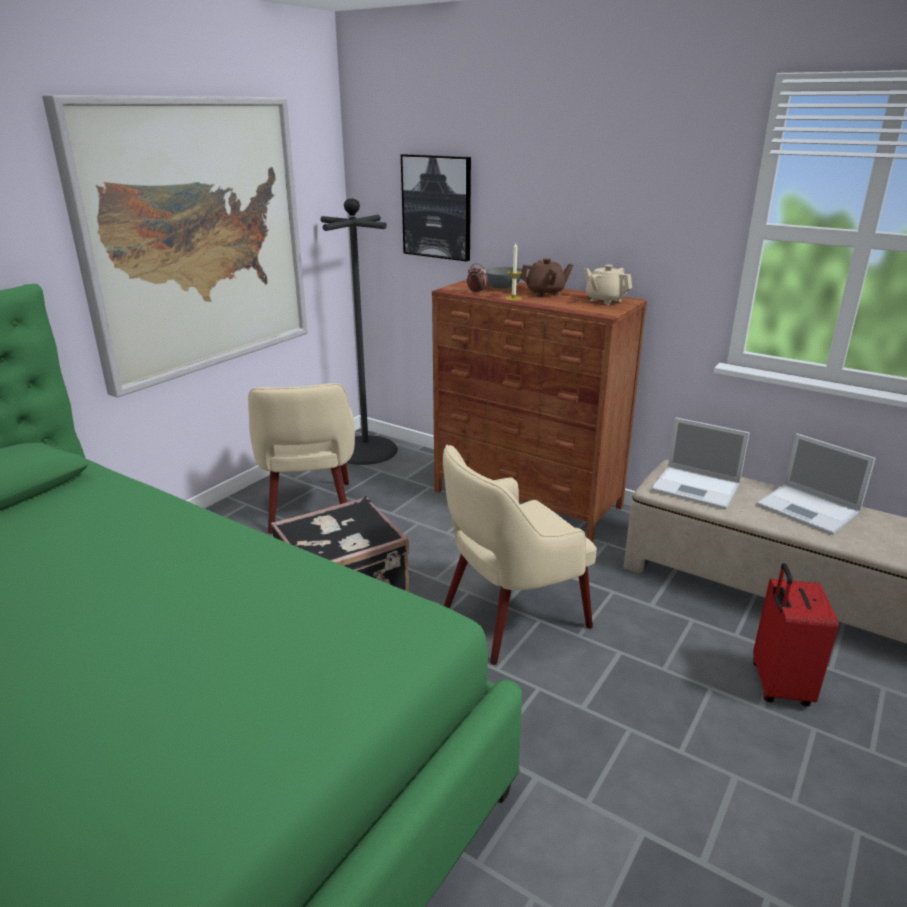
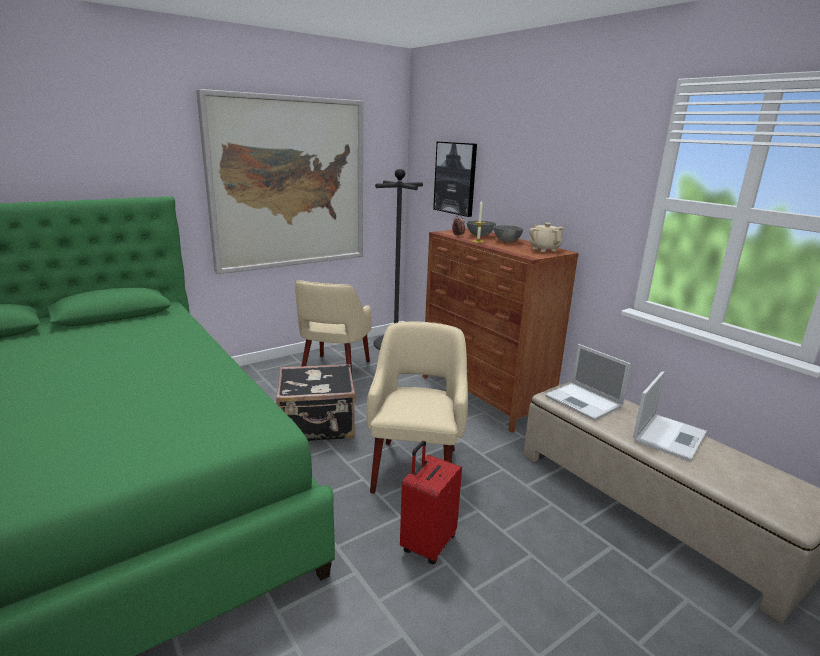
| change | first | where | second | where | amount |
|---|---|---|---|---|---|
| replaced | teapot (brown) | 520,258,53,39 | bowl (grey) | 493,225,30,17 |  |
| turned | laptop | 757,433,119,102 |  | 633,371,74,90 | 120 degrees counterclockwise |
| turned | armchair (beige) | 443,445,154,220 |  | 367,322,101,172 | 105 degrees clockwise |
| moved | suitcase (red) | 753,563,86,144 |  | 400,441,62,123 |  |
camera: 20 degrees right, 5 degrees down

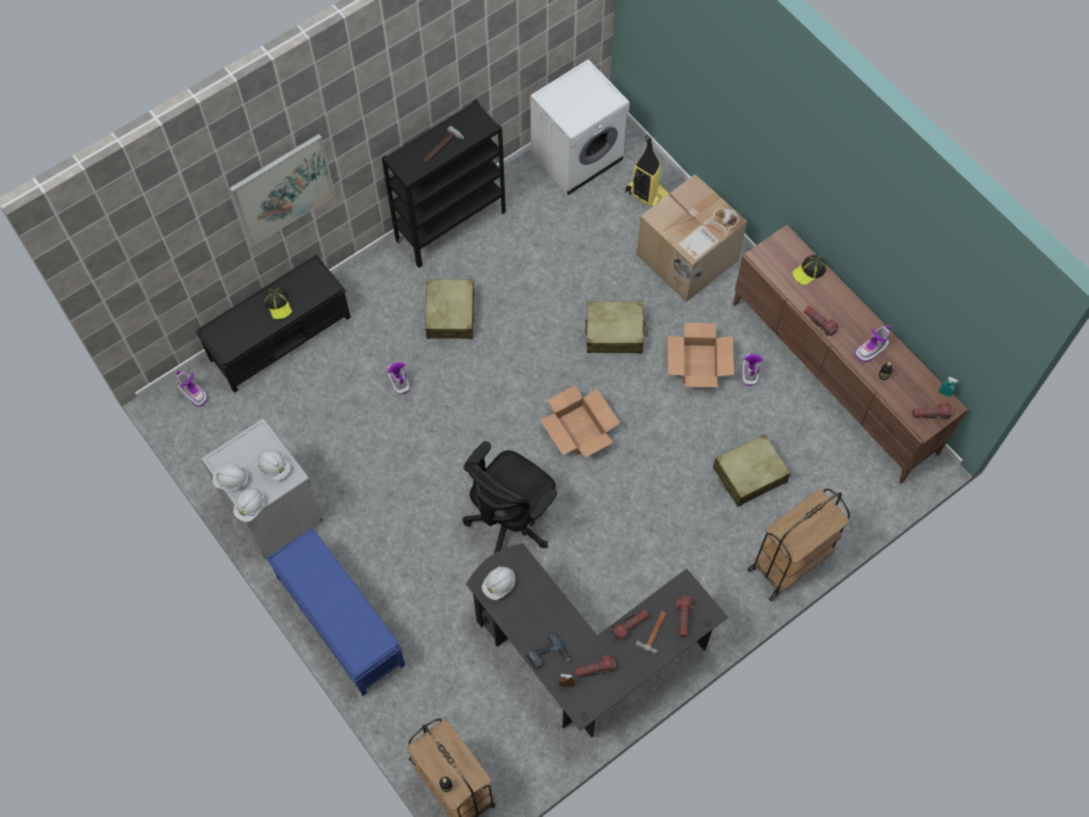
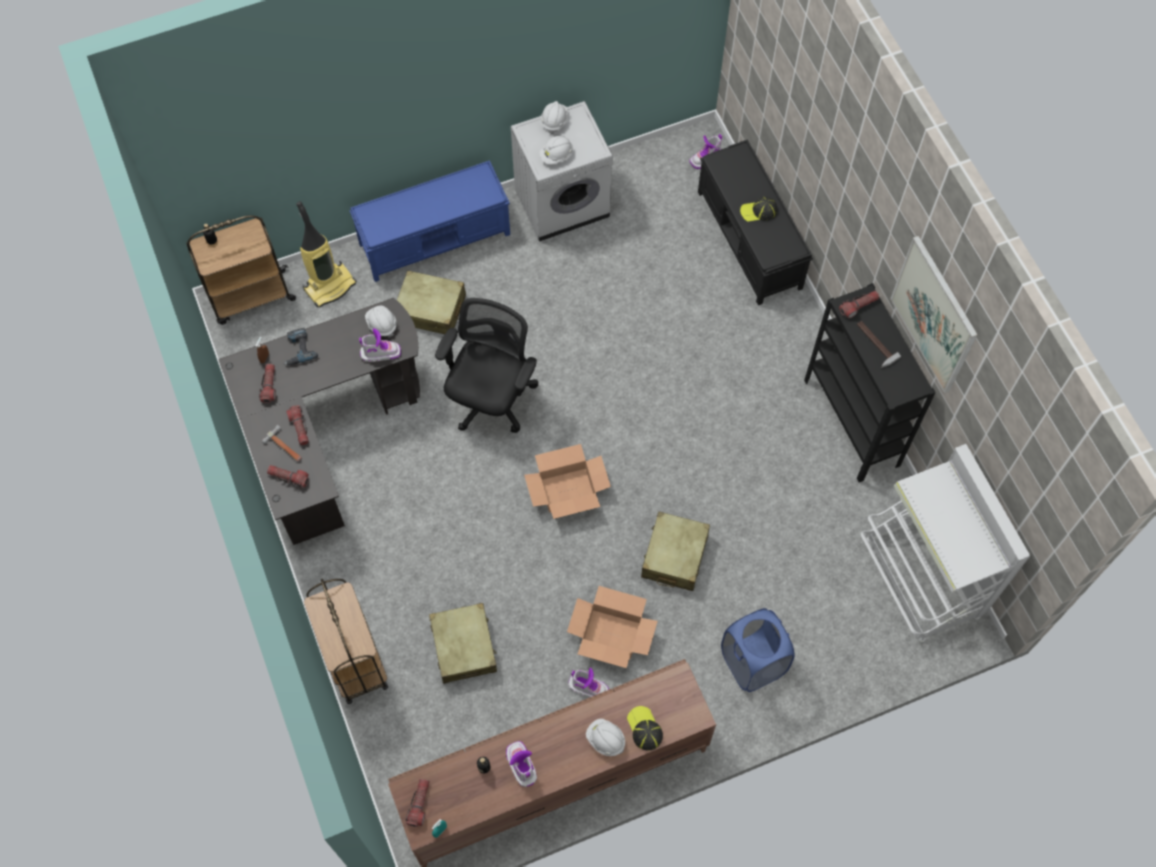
| change | first | where | second | where | amount |
|---|---|---|---|---|---|
| replaced | washing machine (white) | 530,59,100,136 | shoe rack (white) | 861,444,169,198 |  |
| moved | picture | 229,134,106,113 |  | 890,236,88,157 |  |
| moved | vacuum cleaner | 626,135,44,71 |  | 296,201,61,107 |  |
| replaced | cardboard box | 636,174,111,128 | laundry basket (blue) | 721,608,74,84 |  |
| moved | suitcase (beige) | 425,279,50,60 |  | 397,270,69,64 |  |
| moved | flashlight | 804,306,34,30 |  | 839,291,40,27 |  |
| moved | boot | 387,362,23,33 |  | 359,328,42,34 |  |
| turned | office chair (black) | 463,441,94,113 |  | 435,298,103,135 | 60 degrees clockwise |
| moved | hard hat (white) | 233,488,32,34 |  | 586,719,39,37 |  |
camera: 105 degrees right, 0 degrees up

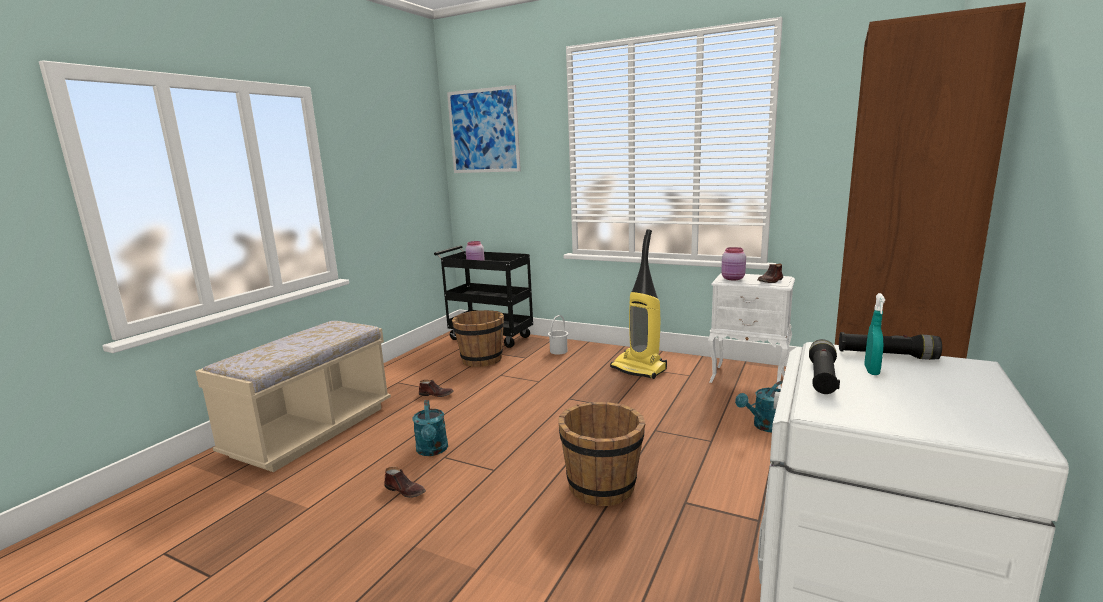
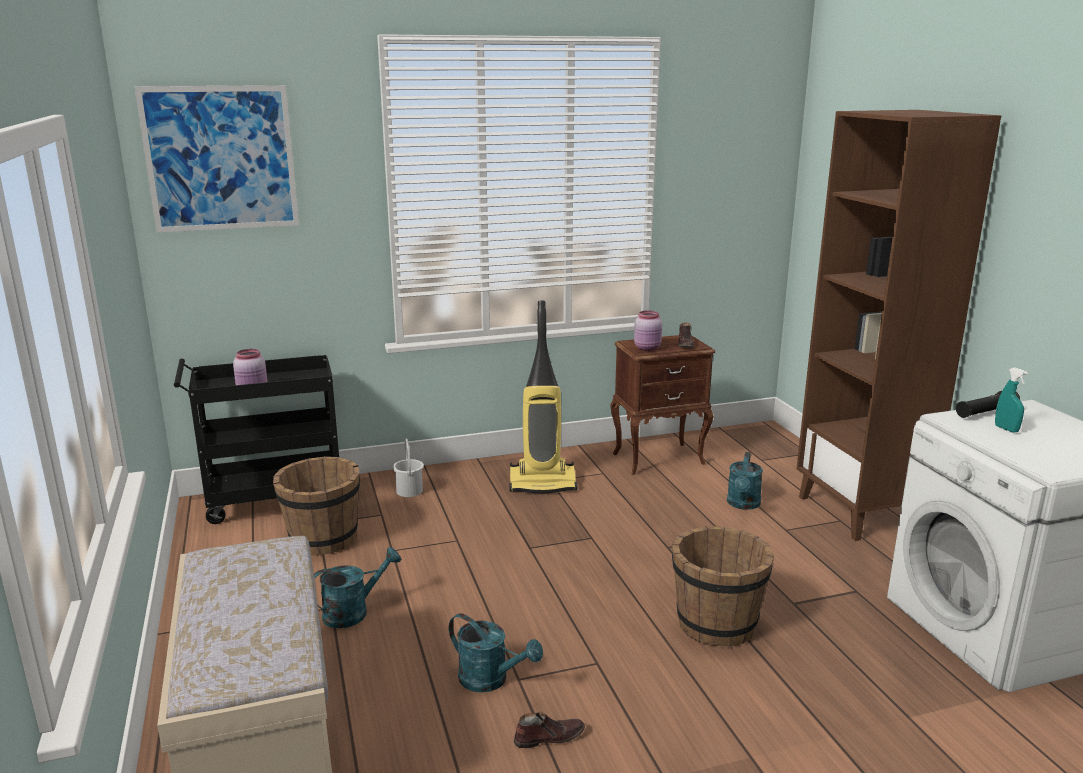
| change | first | where | second | where | amount |
|---|---|---|---|---|---|
| recoloured | nightstand (white) | 708,273,87,116 | nightstand (brown) | 610,335,105,140 |  |
| removed | flashlight (black) | 809,339,31,55 |  |  |  |
| replaced | shoe (brown) | 419,380,35,17 | watering can (turquoise) | 314,547,87,81 |  |
camera: 45 degrees left, 5 degrees up

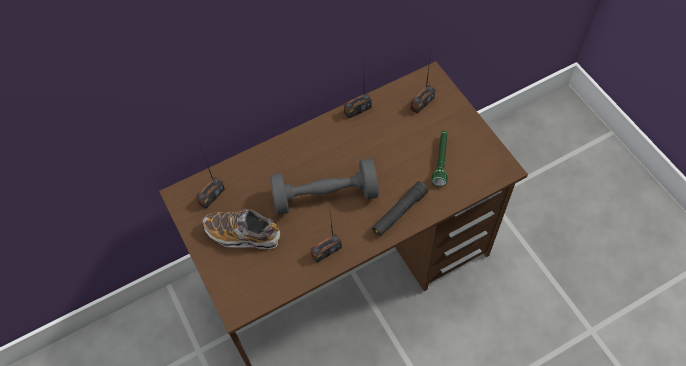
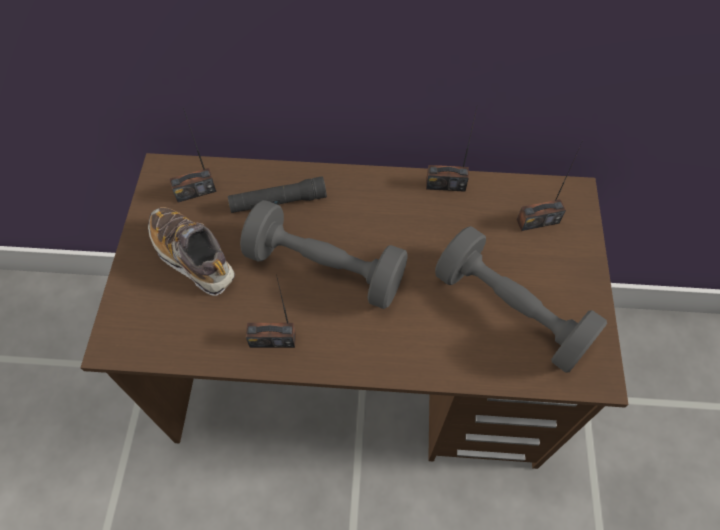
| change | first | where | second | where | amount |
|---|---|---|---|---|---|
| replaced | flashlight (green) | 432,131,16,55 | dumbbell (grey) | 435,226,172,147 |  |
| moved | flashlight (black) | 372,181,56,55 |  | 228,176,99,37 |  |
camera: 30 degrees right, 0 degrees up

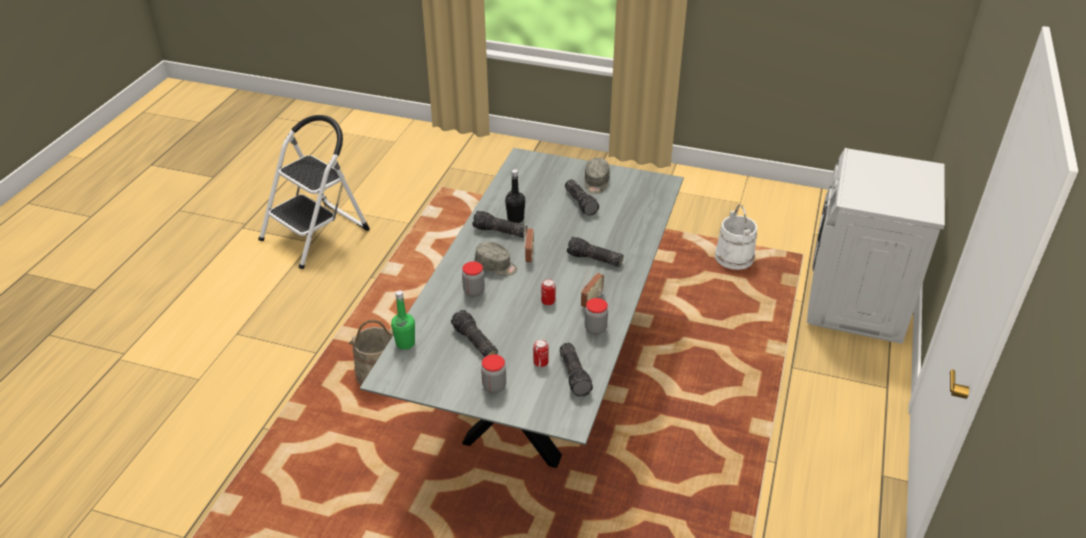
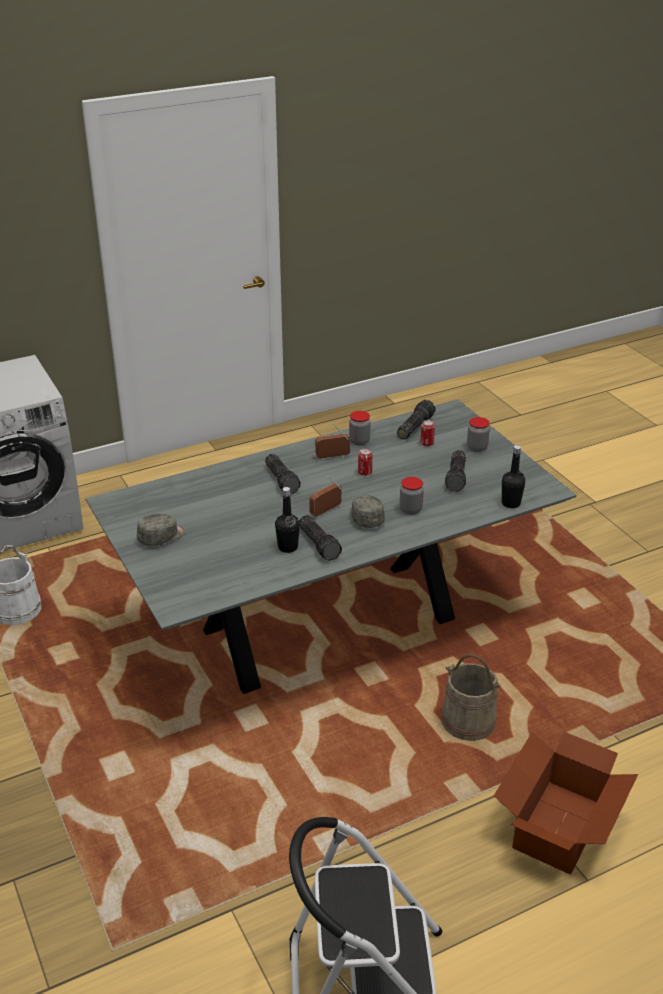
| change | first | where | second | where | amount |
|---|---|---|---|---|---|
| removed | flashlight | 565,179,34,37 |  |  |  |
| recoloured | bottle (green) | 391,290,24,60 | bottle (black) | 502,445,23,63 |  |
| added |  |  | cardboard box | 494,732,144,142 |  |
camera: 135 degrees left, 5 degrees down

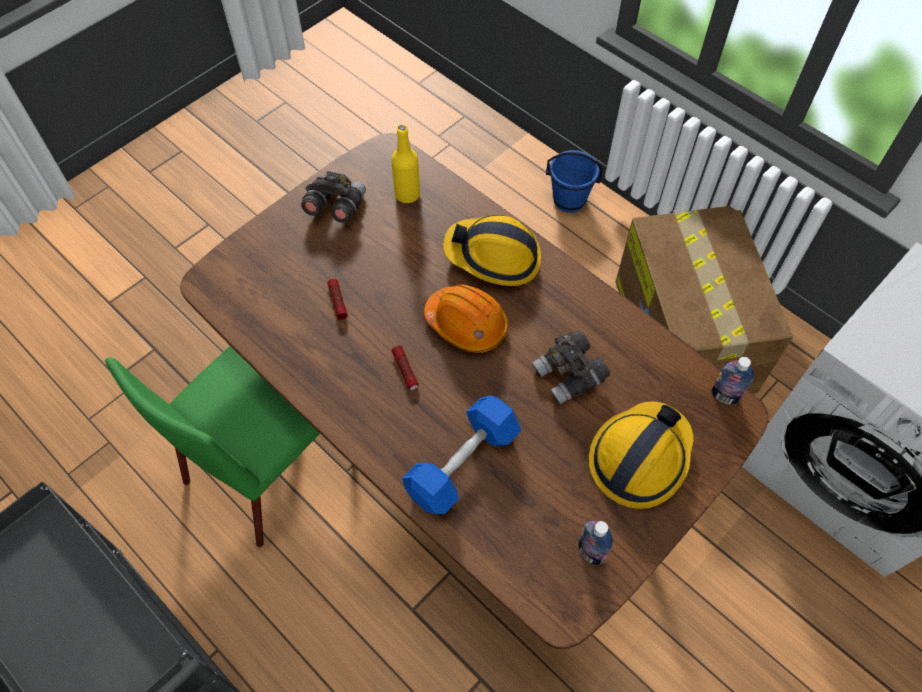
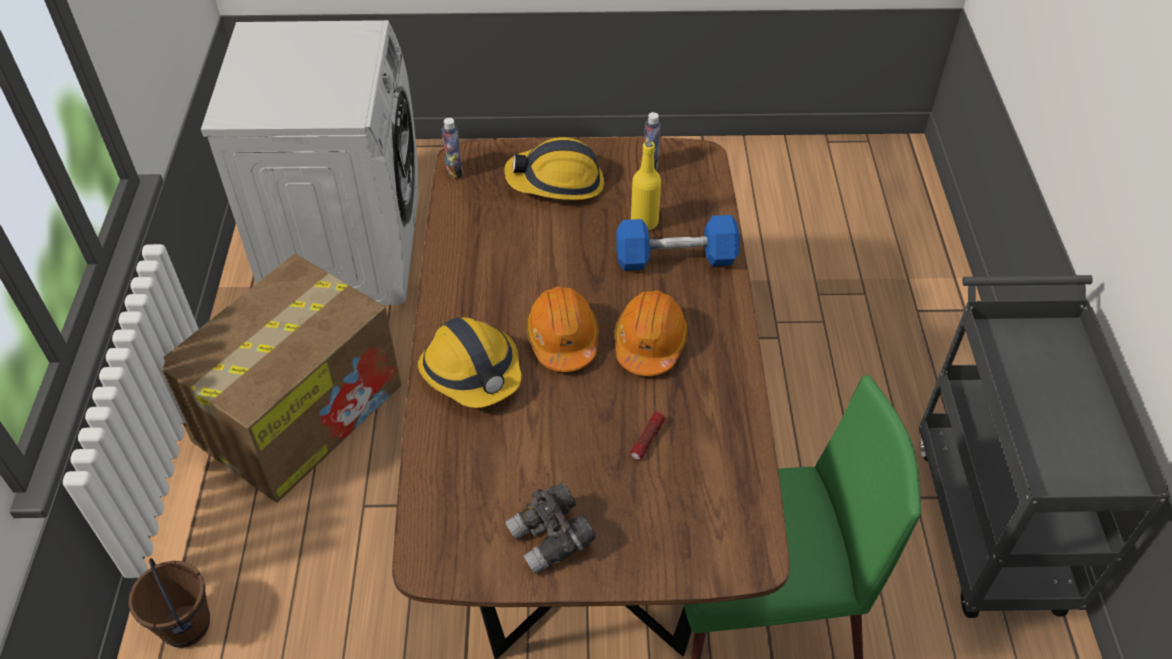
| change | first | where | second | where | amount |
|---|---|---|---|---|---|
| moved | bottle (yellow) | 391,124,29,79 |  | 631,141,30,90 |  |
| recoloured | bucket (blue) | 546,150,57,63 | bucket (brown) | 128,558,82,90 |  |
| removed | binoculars (grey) | 532,330,78,75 |  |  |  |
| replaced | flashlight | 392,346,27,44 | hard hat (orange) | 614,291,74,85 |  |
camera: 135 degrees left, 10 degrees down

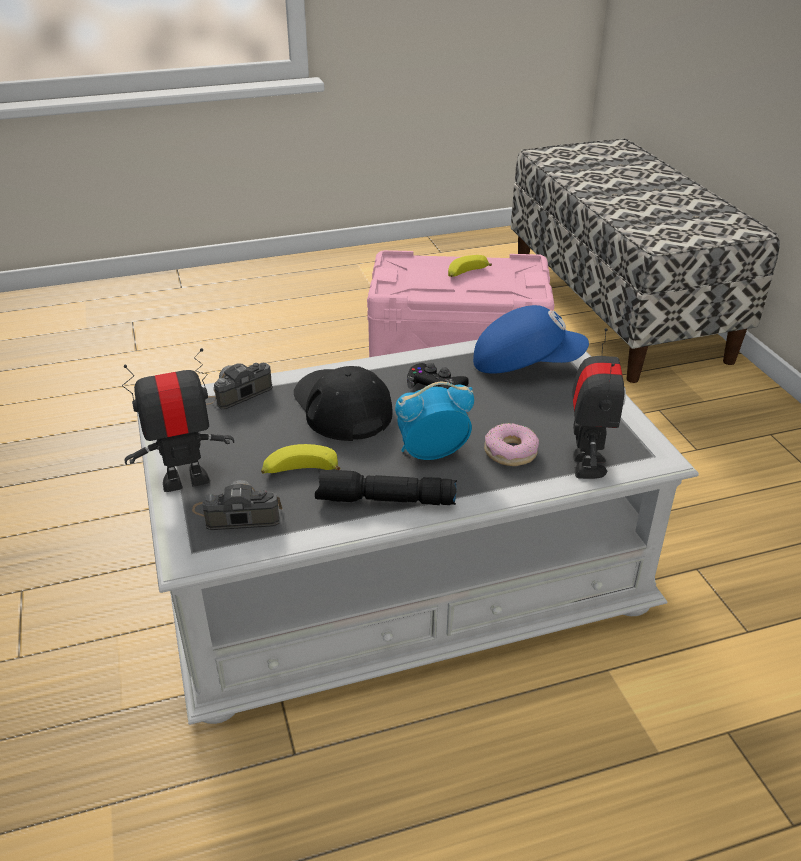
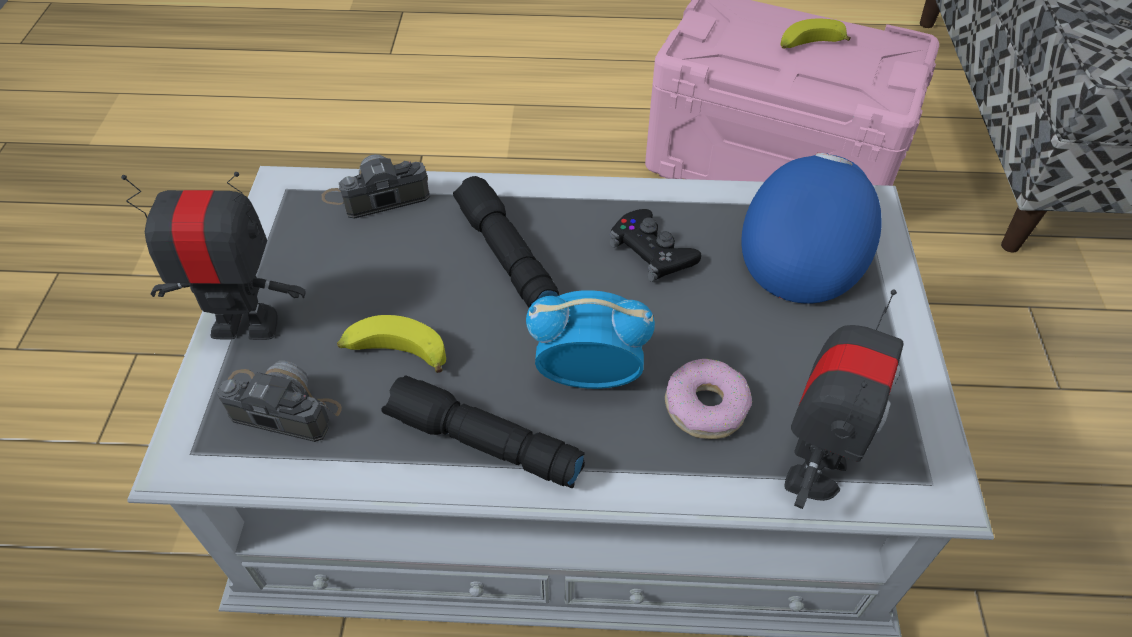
| change | first | where | second | where | amount |
|---|---|---|---|---|---|
| turned | cap (blue) | 473,305,116,69 |  | 741,153,141,151 | 90 degrees counterclockwise |
| replaced | cap (black) | 294,366,98,75 | flashlight (black) | 453,176,106,132 |  |
camera: 20 degrees right, 15 degrees up

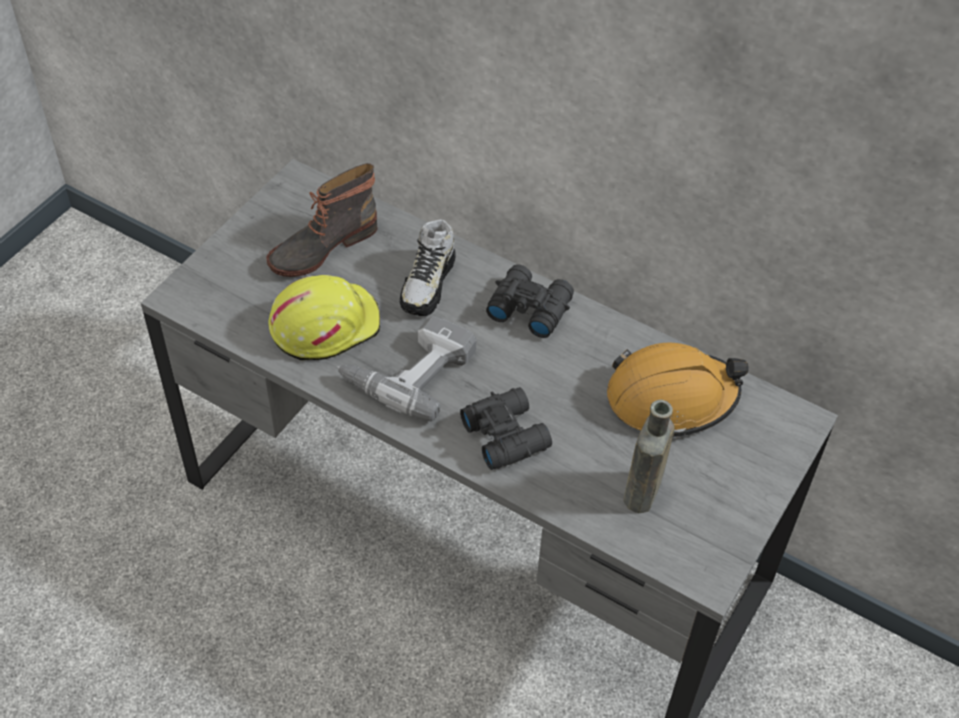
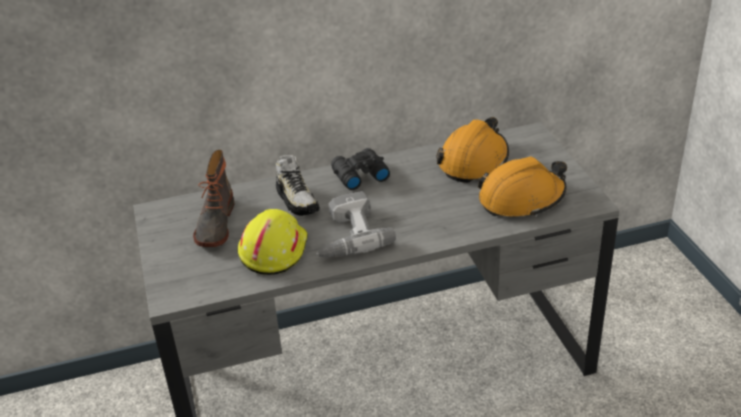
| change | first | where | second | where | amount |
|---|---|---|---|---|---|
| removed | binoculars (black) | 460,387,92,83 |  |  |  |
| replaced | bottle (brown) | 623,400,52,113 | hard hat (orange) | 478,157,89,60 |  |
camera: 45 degrees left, 15 degrees down

